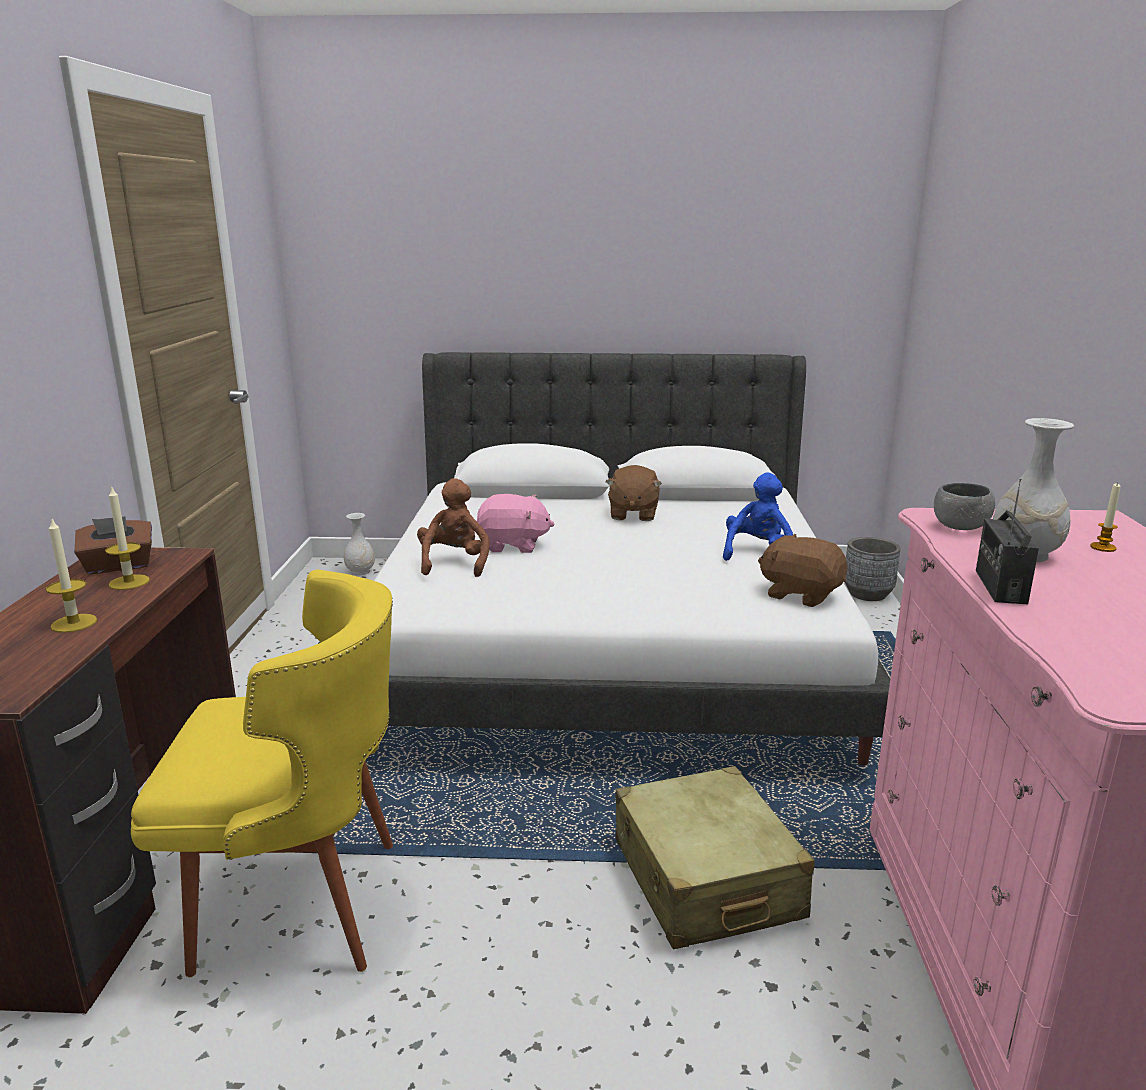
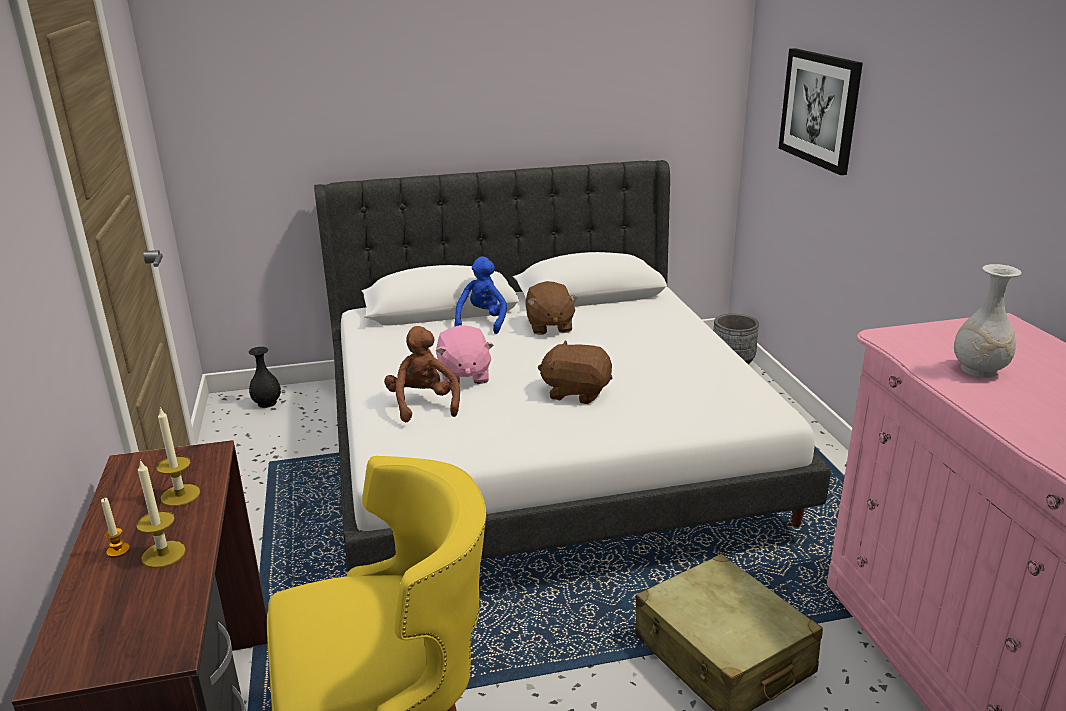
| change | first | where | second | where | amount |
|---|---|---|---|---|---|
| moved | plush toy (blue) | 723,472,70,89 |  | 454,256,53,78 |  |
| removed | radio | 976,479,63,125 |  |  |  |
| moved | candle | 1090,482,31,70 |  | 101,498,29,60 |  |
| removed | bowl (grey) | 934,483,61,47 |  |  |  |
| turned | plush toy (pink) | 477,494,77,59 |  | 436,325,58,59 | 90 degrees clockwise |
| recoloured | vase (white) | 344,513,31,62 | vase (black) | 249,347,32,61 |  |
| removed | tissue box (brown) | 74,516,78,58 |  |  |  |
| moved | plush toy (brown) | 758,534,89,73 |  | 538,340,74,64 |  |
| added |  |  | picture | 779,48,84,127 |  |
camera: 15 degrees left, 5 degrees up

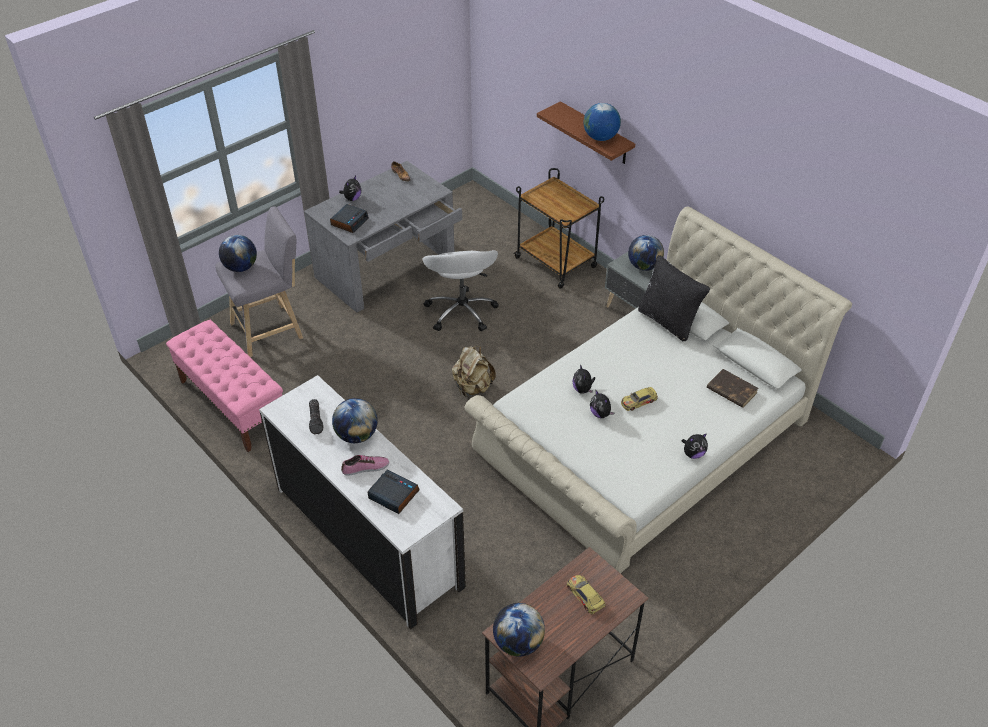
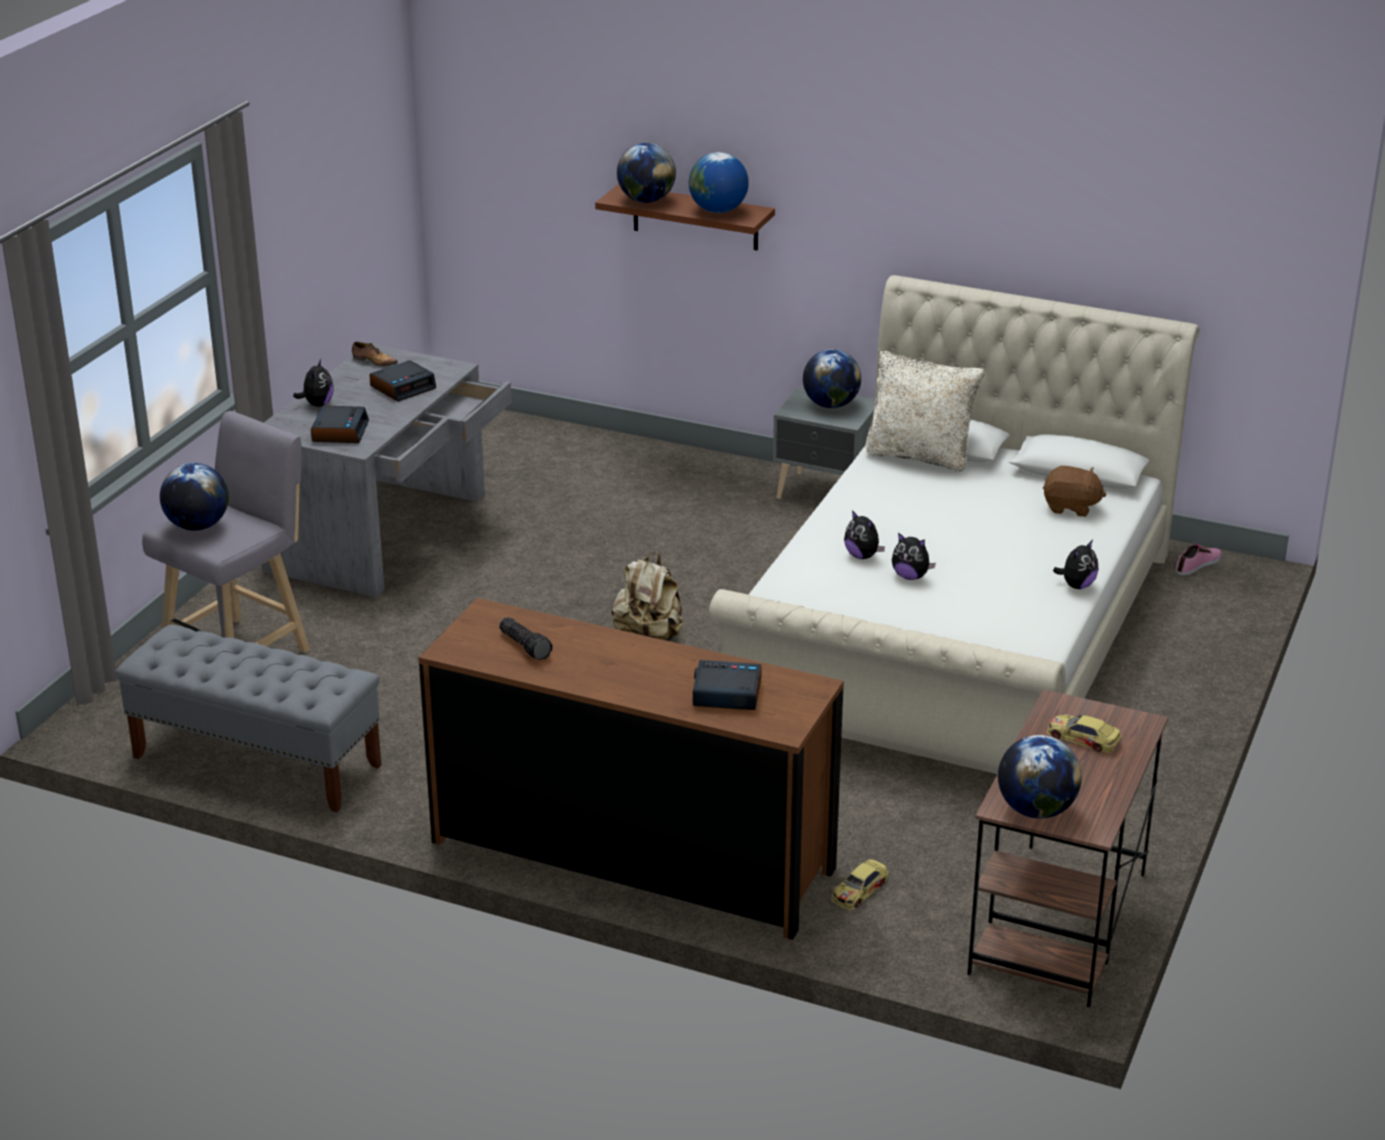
| change | first | where | second | where | amount |
|---|---|---|---|---|---|
| removed | cart (brown) | 514,168,90,121 |  |  |  |
| removed | office chair (white) | 422,250,77,81 |  |  |  |
| recoloured | pillow (black) | 638,255,72,86 | pillow (beige) | 865,350,120,122 |  |
| recoloured | bench (pink) | 166,320,117,132 | bench (grey) | 115,624,266,188 |  |
| replaced | book (brown) | 707,369,52,39 | plush toy (brown) | 1043,466,63,51 |  |
| recoloured | dresser (white) | 259,375,207,255 | dresser (brown) | 418,598,426,342 |  |
| moved | toy car | 621,387,37,24 |  | 832,859,57,51 |  |
| moved | globe | 332,398,46,45 |  | 617,143,59,60 |  |
| moved | shoe | 341,455,48,21 |  | 1176,544,46,31 |  |
| added |  |  | alarm clock | 369,360,67,42 |  |
camera: 25 degrees left, 15 degrees down

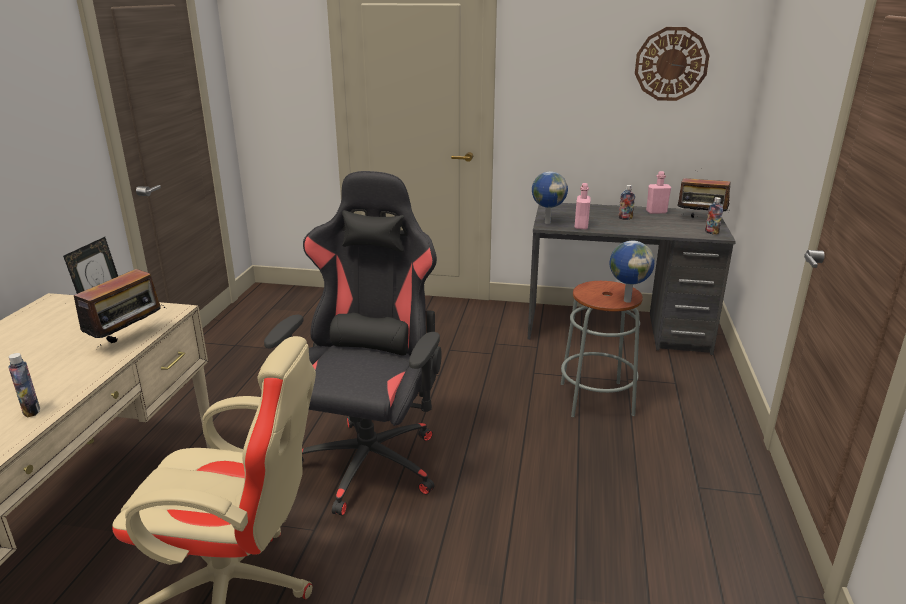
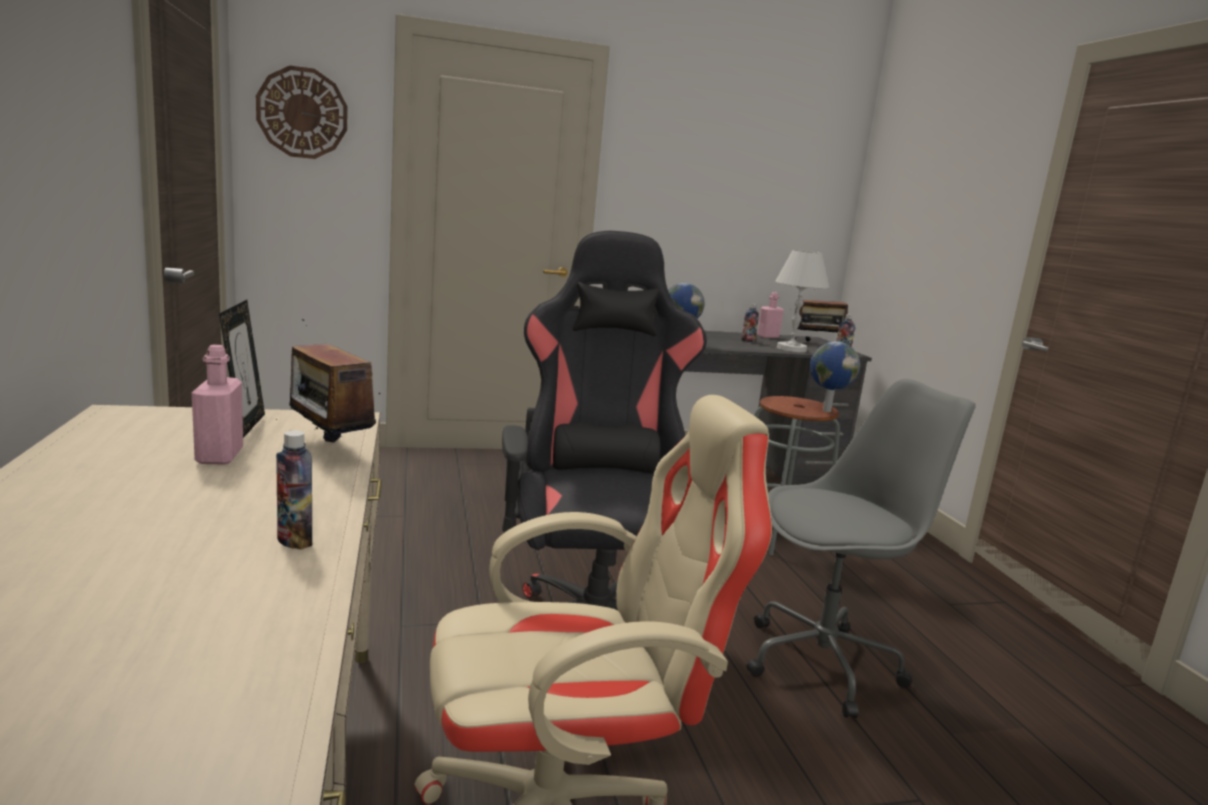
| change | first | where | second | where | amount |
|---|---|---|---|---|---|
| moved | wall clock | 635,27,75,74 |  | 256,66,91,93 |  |
| moved | bottle (pink) | 575,183,16,46 |  | 192,345,51,120 |  |
| turned | radio | 74,269,91,77 |  | 276,319,104,123 | 135 degrees clockwise |
| added |  |  | table lamp (white) | 775,250,54,102 |  |
| added |  |  | office chair (grey) | 746,379,230,339 |  |
camera: 25 degrees left, 10 degrees down

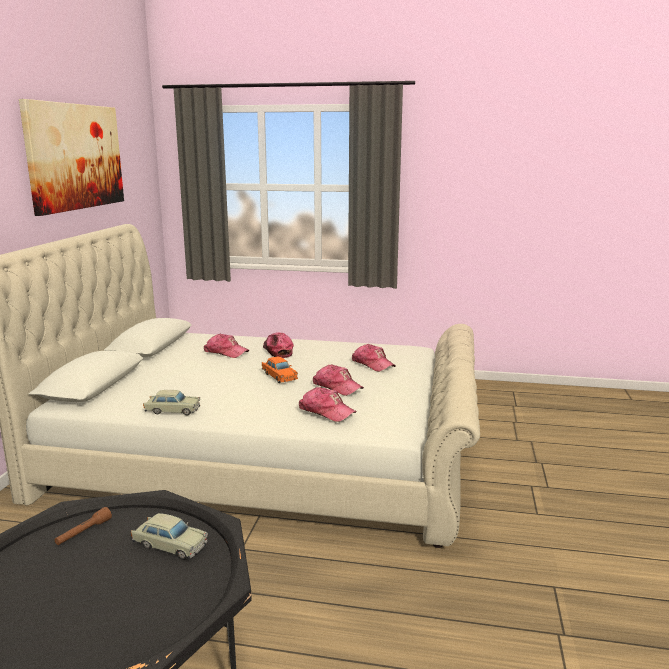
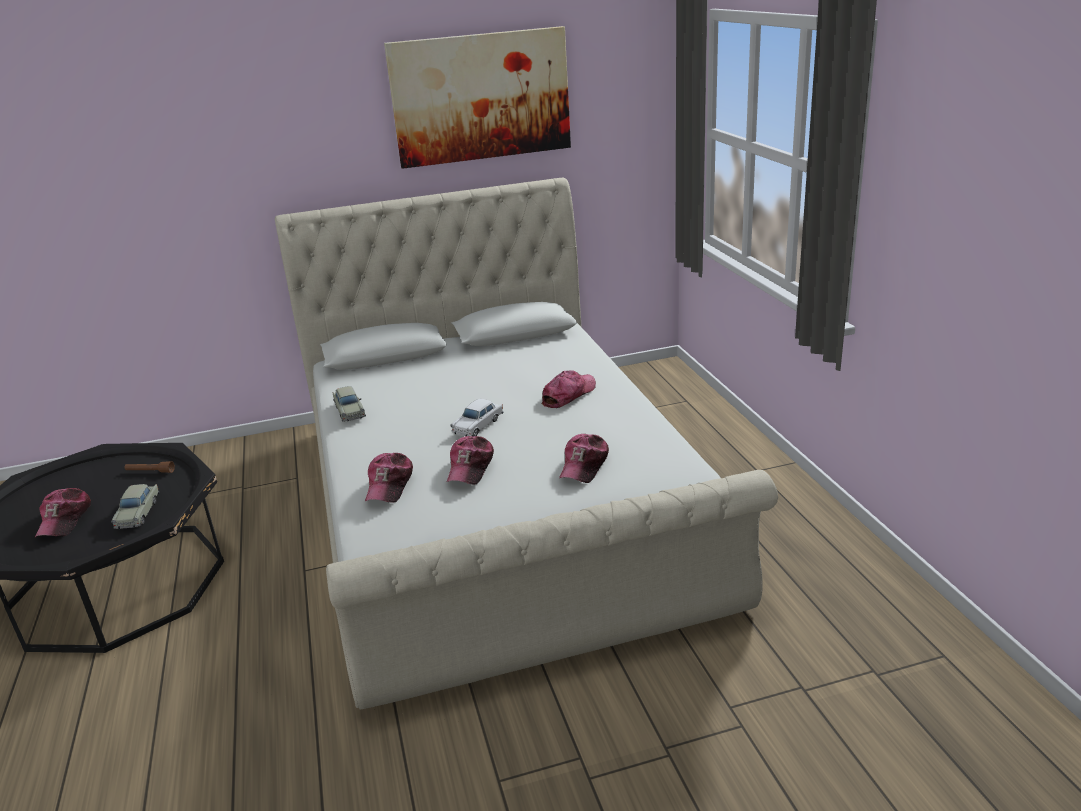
| change | first | where | second | where | amount |
|---|---|---|---|---|---|
| moved | cap | 204,334,45,24 |  | 34,488,57,50 |  |
| recoloured | toy car (orange) | 262,357,36,26 | toy car (white) | 450,399,54,37 |  |
camera: 65 degrees right, 10 degrees up

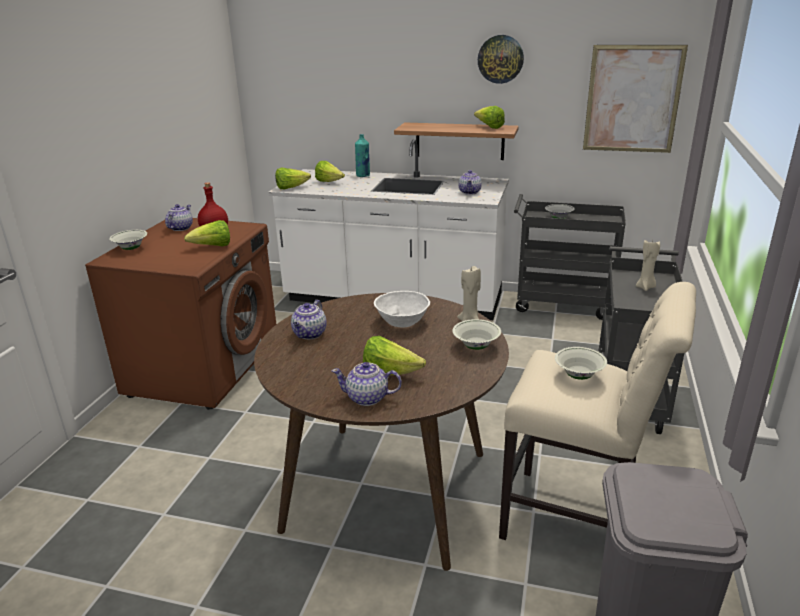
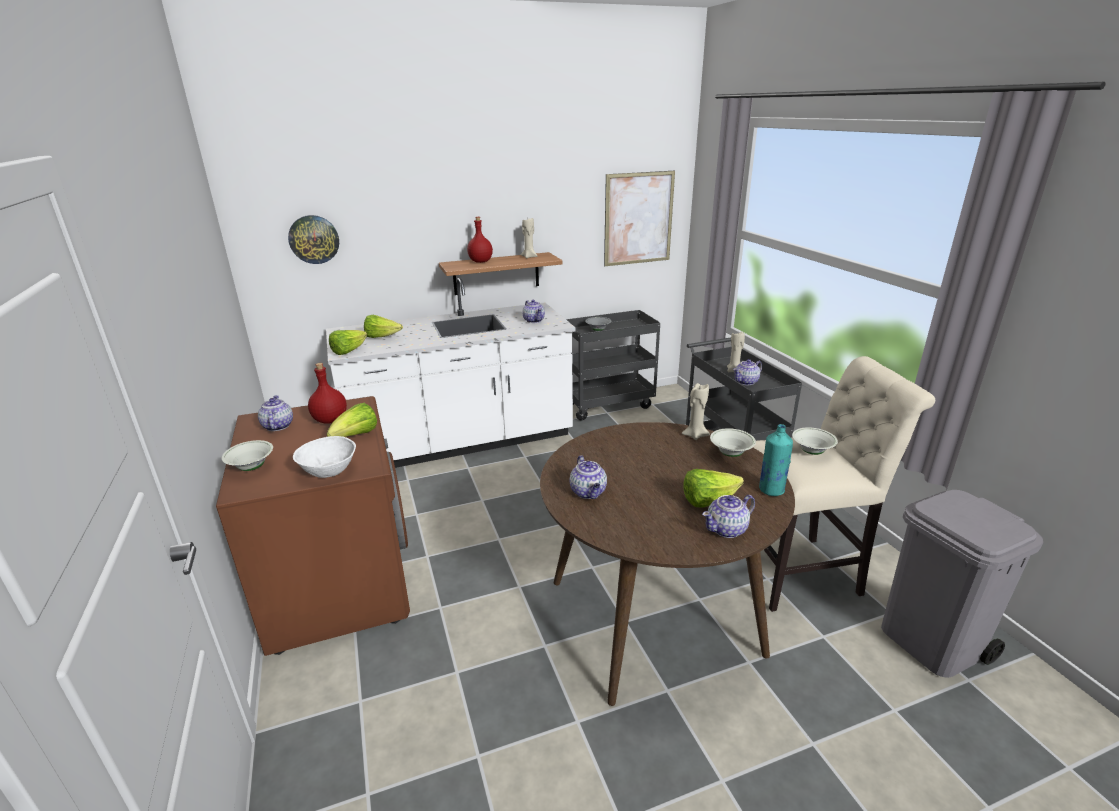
| change | first | where | second | where | amount |
|---|---|---|---|---|---|
| moved | wall clock | 478,35,46,49 |  | 288,215,51,49 |  |
| replaced | lettuce | 474,106,31,23 | candle (beige) | 521,218,16,40 |  |
| moved | bottle (turquoise) | 355,134,15,43 |  | 759,424,34,72 |  |
| moved | bowl (white) | 374,291,56,37 |  | 293,436,63,42 |  |
| added |  |  | bottle (red) | 467,217,26,46 |  |
| added |  |  | teapot | 733,359,29,26 |  |
camera: 35 degrees left, 0 degrees up

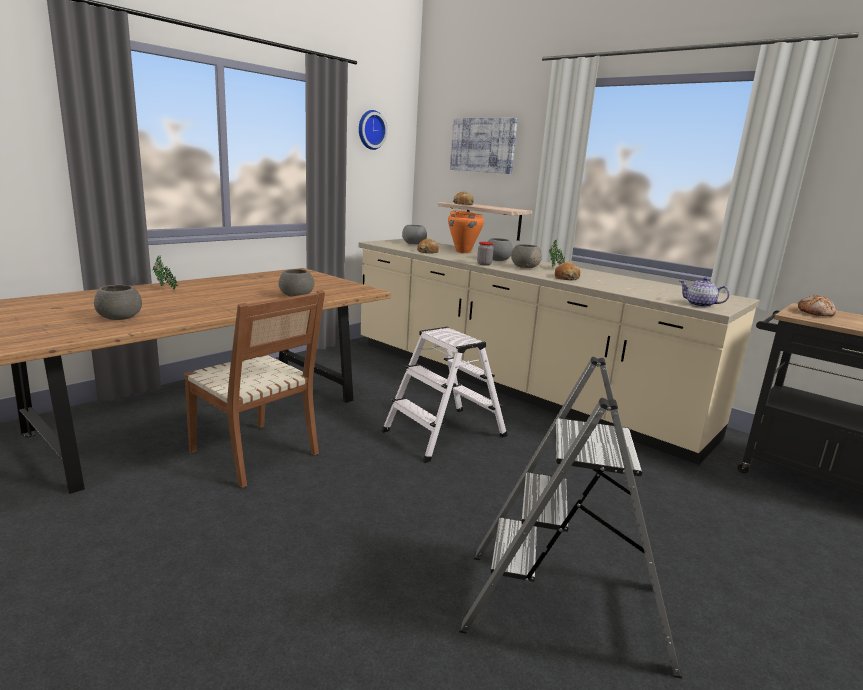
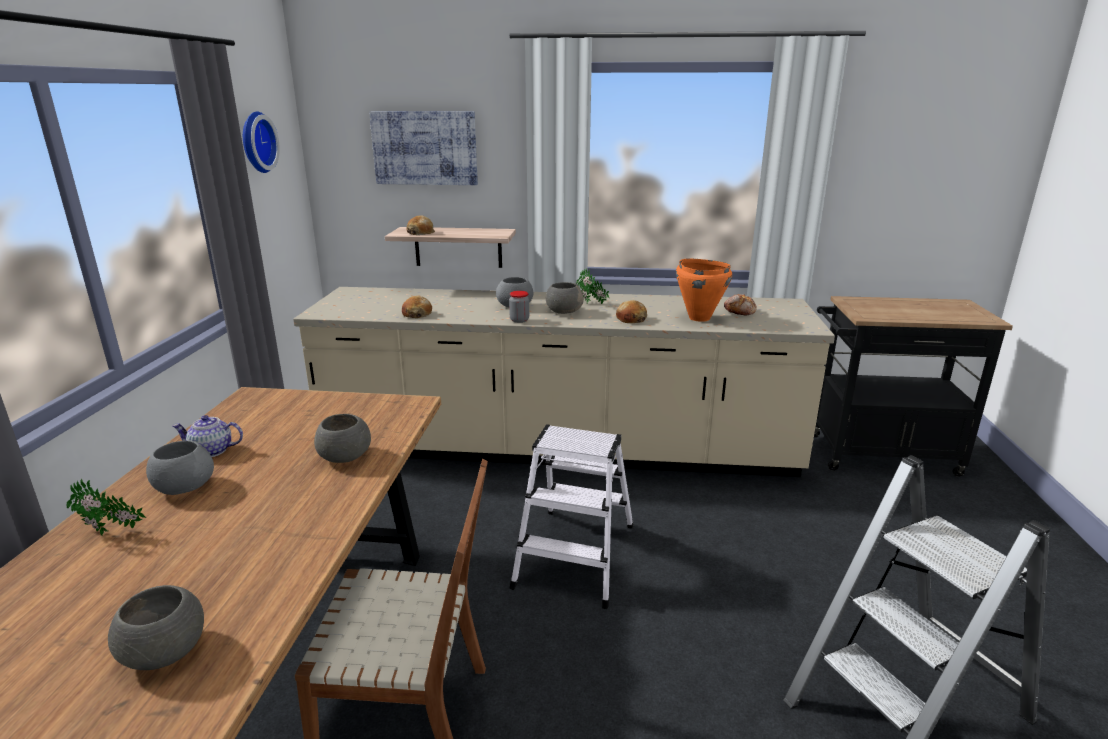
| change | first | where | second | where | amount |
|---|---|---|---|---|---|
| moved | cooking pot (orange) | 448,210,36,43 |  | 676,258,56,64 |  |
| moved | bowl (grey) | 402,225,25,19 |  | 146,441,68,54 |  |
| moved | teapot | 680,277,50,31 |  | 172,415,71,42 |  |
| moved | bread | 798,295,38,21 |  | 724,294,33,21 |  |
camera: 35 degrees left, 5 degrees up

